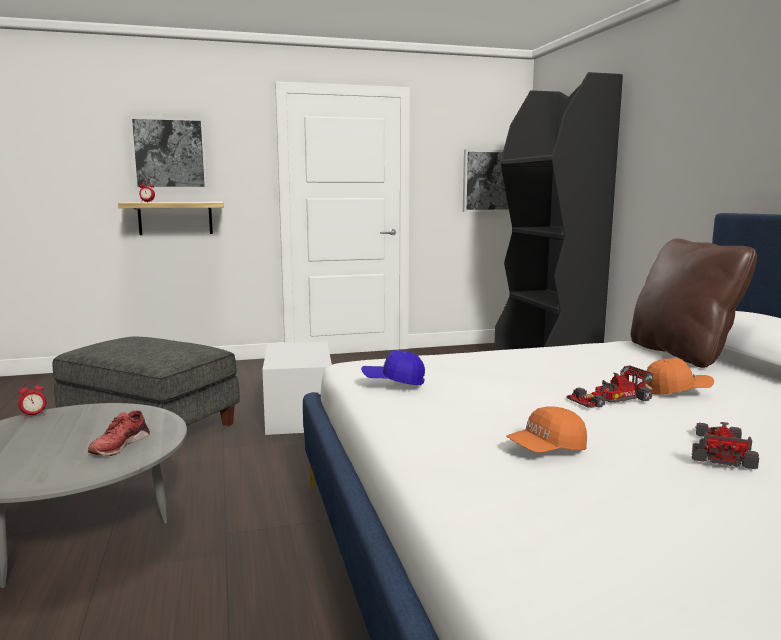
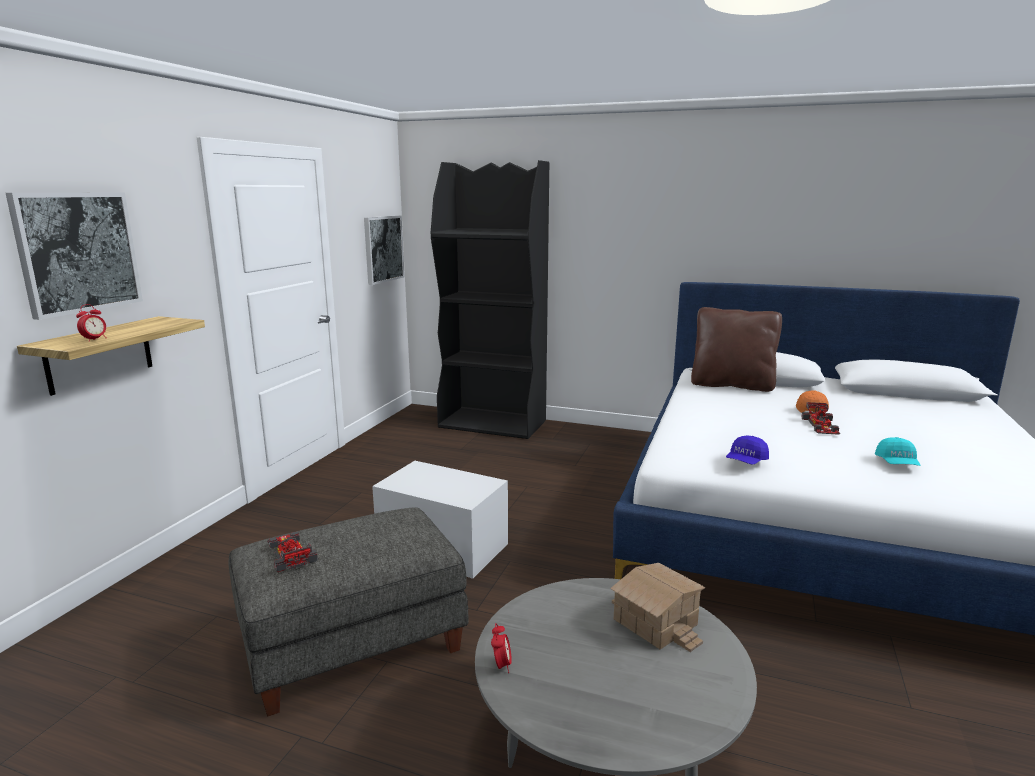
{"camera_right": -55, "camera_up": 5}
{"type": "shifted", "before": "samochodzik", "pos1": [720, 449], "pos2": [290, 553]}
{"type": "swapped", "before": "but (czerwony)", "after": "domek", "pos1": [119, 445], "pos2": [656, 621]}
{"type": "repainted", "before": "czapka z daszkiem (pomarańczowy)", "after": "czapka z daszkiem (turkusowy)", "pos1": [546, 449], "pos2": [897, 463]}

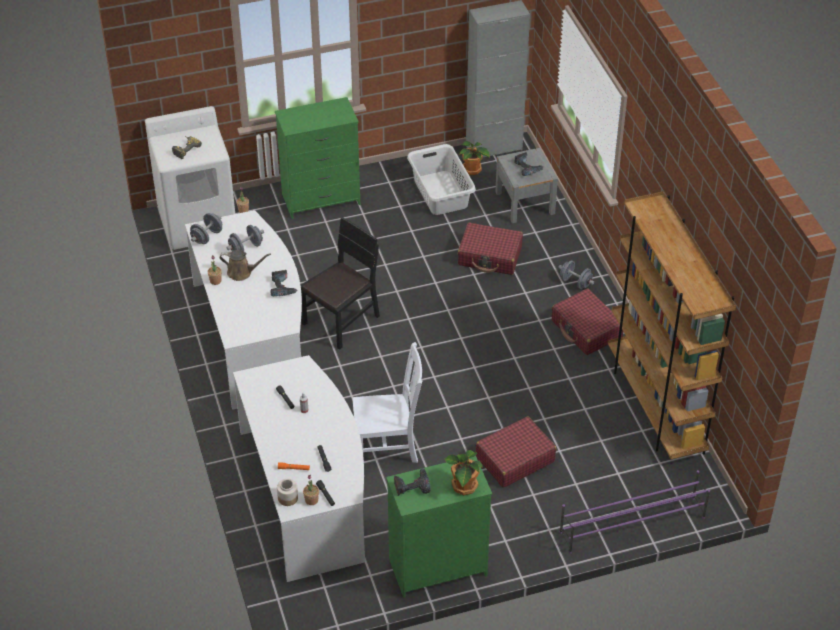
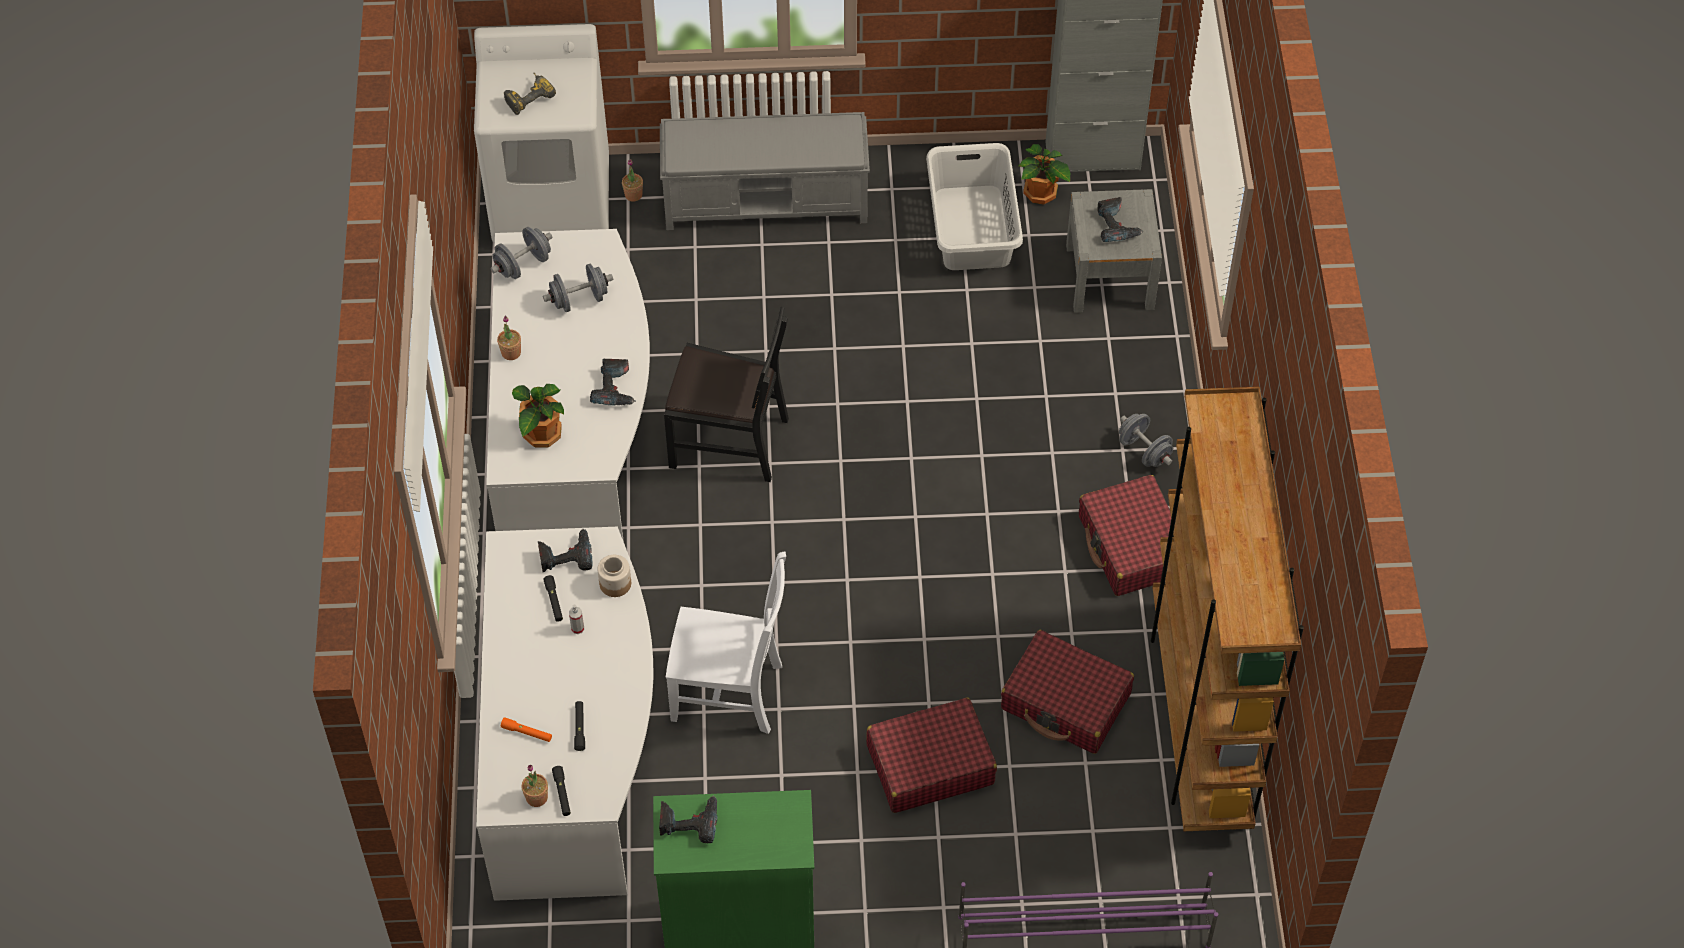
{"camera_right": 15, "camera_up": 10}
{"type": "gone", "before": "konewka (brązowy)", "pos1": [242, 273]}
{"type": "new", "after": "wiertarka", "pos2": [566, 556]}
{"type": "shifted", "before": "słoik", "pos1": [288, 498], "pos2": [616, 583]}
{"type": "shifted", "before": "roślina doniczkowa", "pos1": [463, 487], "pos2": [541, 435]}
{"type": "shifted", "before": "walizka (czerwony)", "pos1": [490, 256], "pos2": [1066, 702]}
{"type": "swapped", "before": "komoda (zielony)", "after": "ławka (szary)", "pos1": [321, 199], "pos2": [767, 200]}
{"type": "rotated", "before": "krzesło (czarny)", "pos1": [341, 321], "pos2": [728, 441], "turn": 45}

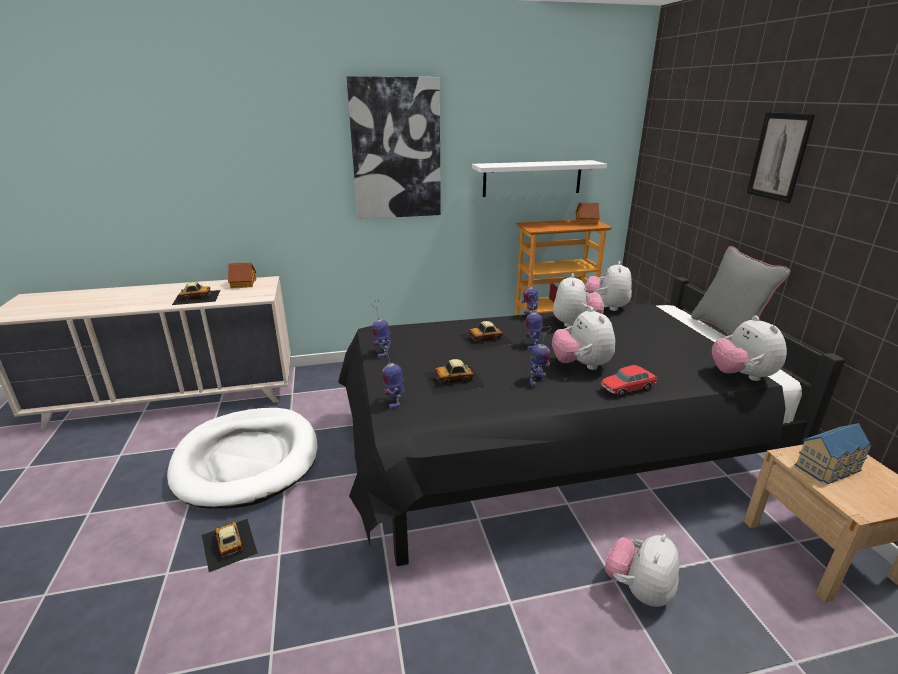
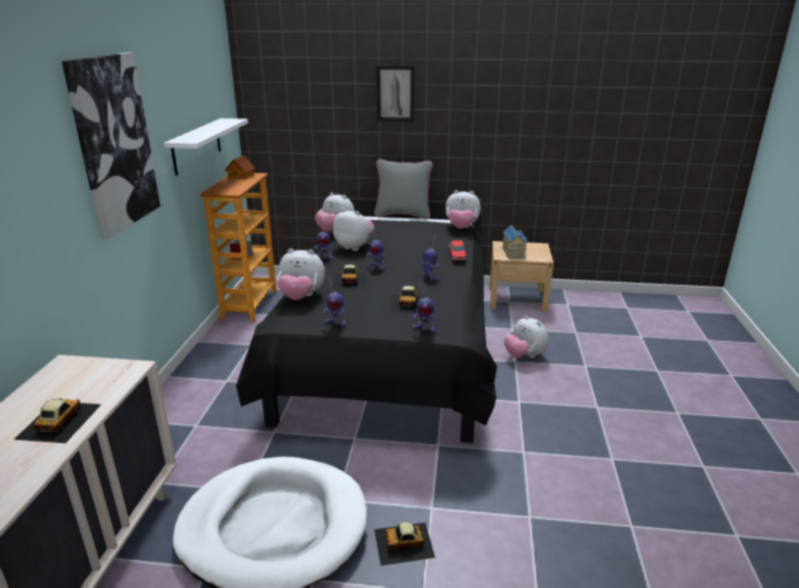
{"camera_right": -70, "camera_up": 0}
{"type": "gone", "before": "domek", "pos1": [244, 283]}
{"type": "shifted", "before": "pluszak", "pos1": [581, 365], "pos2": [301, 297]}

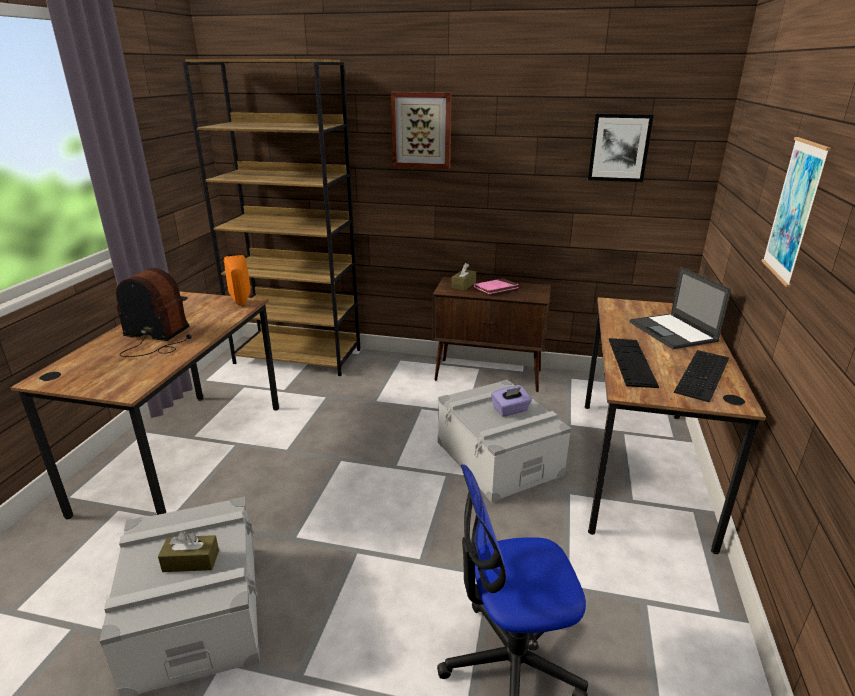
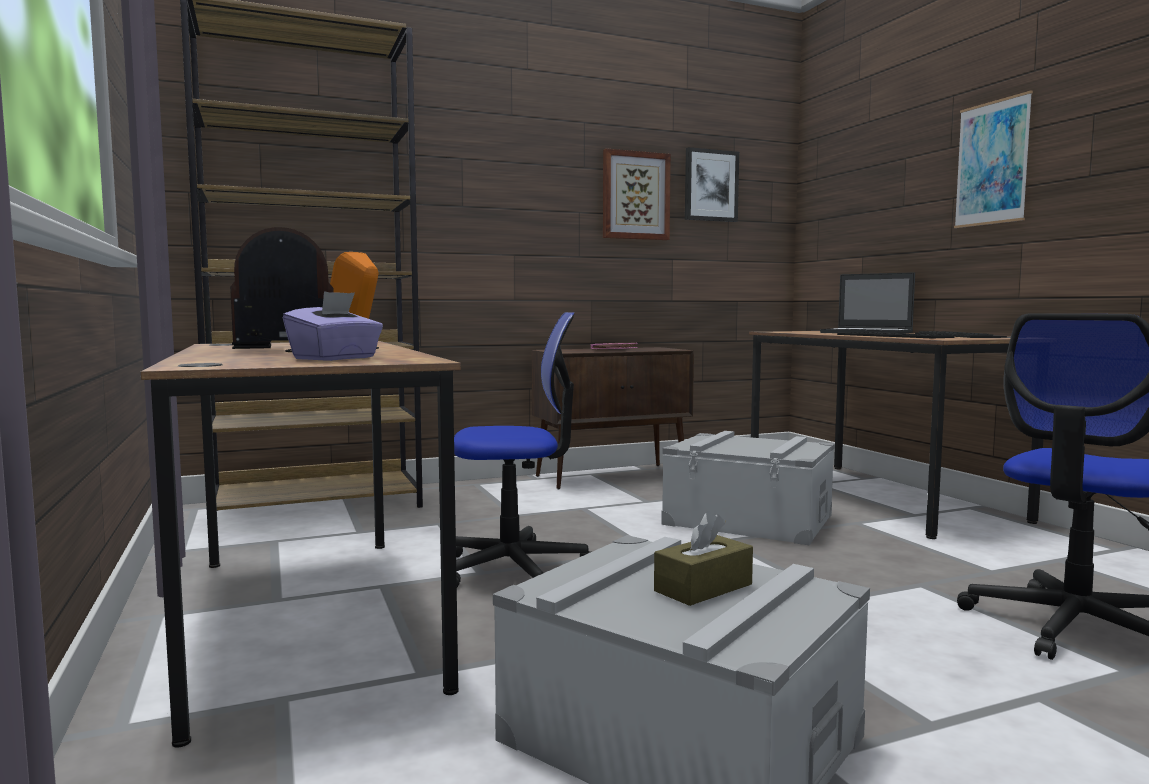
{"camera_right": -35, "camera_up": -20}
{"type": "gone", "before": "pudełko chusteczek (brązowy)", "pos1": [463, 285]}
{"type": "new", "after": "krzesło biurowe", "pos2": [514, 568]}
{"type": "shifted", "before": "obraz", "pos1": [421, 130], "pos2": [635, 196]}
{"type": "shifted", "before": "pudełko chusteczek (fioletowy)", "pos1": [510, 410], "pos2": [336, 358]}

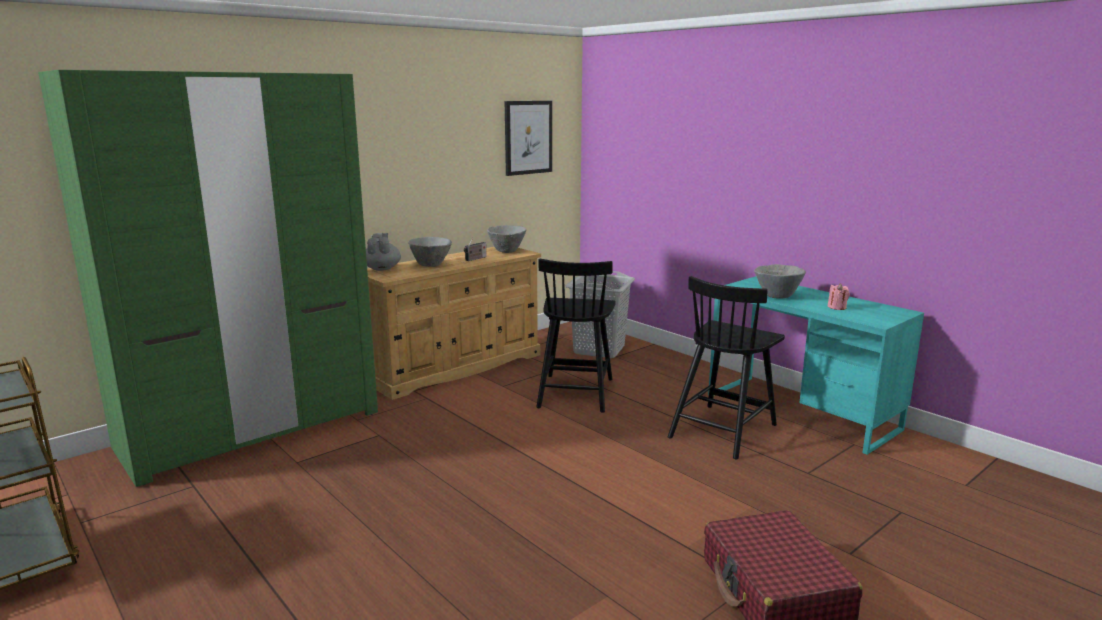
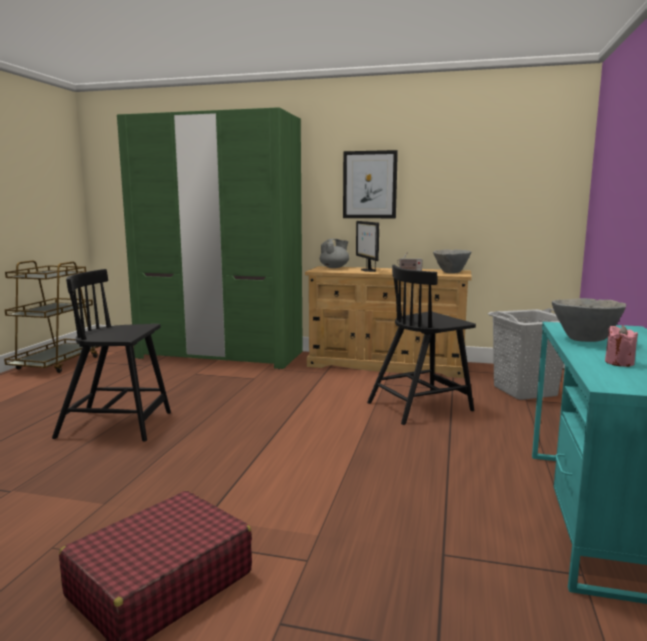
{"camera_right": 55, "camera_up": -5}
{"type": "shifted", "before": "obraz", "pos1": [528, 137], "pos2": [370, 185]}
{"type": "shifted", "before": "krzesło (czarny)", "pos1": [723, 430], "pos2": [117, 425]}
{"type": "swapped", "before": "miska (szary)", "after": "monitor", "pos1": [431, 265], "pos2": [368, 270]}

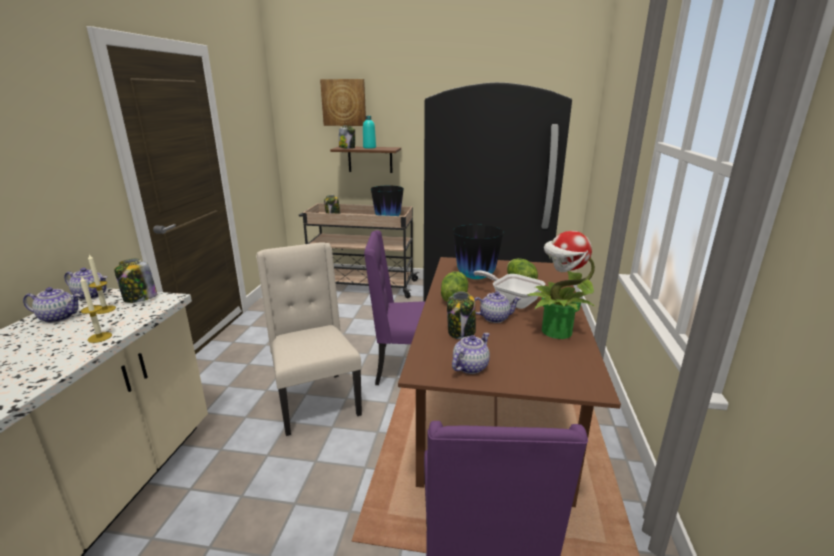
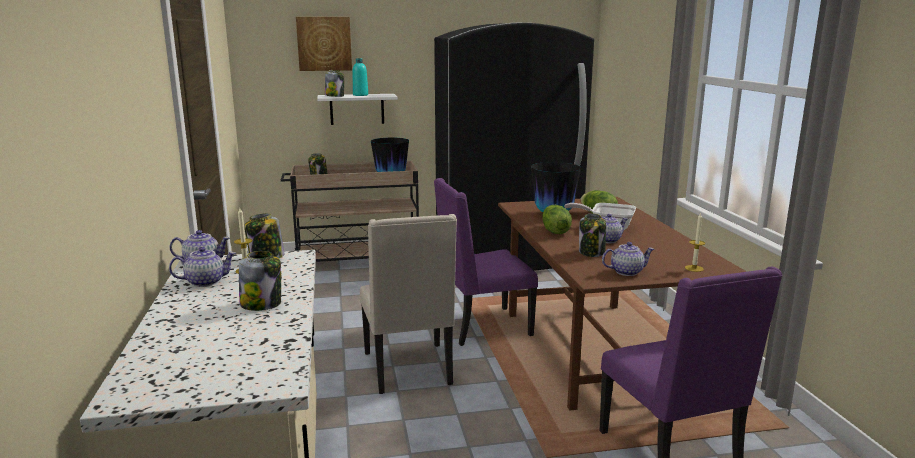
{"camera_right": -20, "camera_up": -5}
{"type": "gone", "before": "roślina doniczkowa", "pos1": [555, 332]}
{"type": "new", "after": "słoik", "pos2": [262, 304]}
{"type": "shifted", "before": "świeca", "pos1": [100, 337], "pos2": [694, 268]}
{"type": "repainted", "before": "półka (brązowy)", "after": "półka (biały)", "pos1": [370, 159], "pos2": [357, 109]}
{"type": "rotated", "before": "krzesło (beżowy)", "pos1": [315, 401], "pos2": [409, 369], "turn": -150}
{"type": "rotated", "before": "imbryk", "pos1": [470, 366], "pos2": [626, 272], "turn": 60}

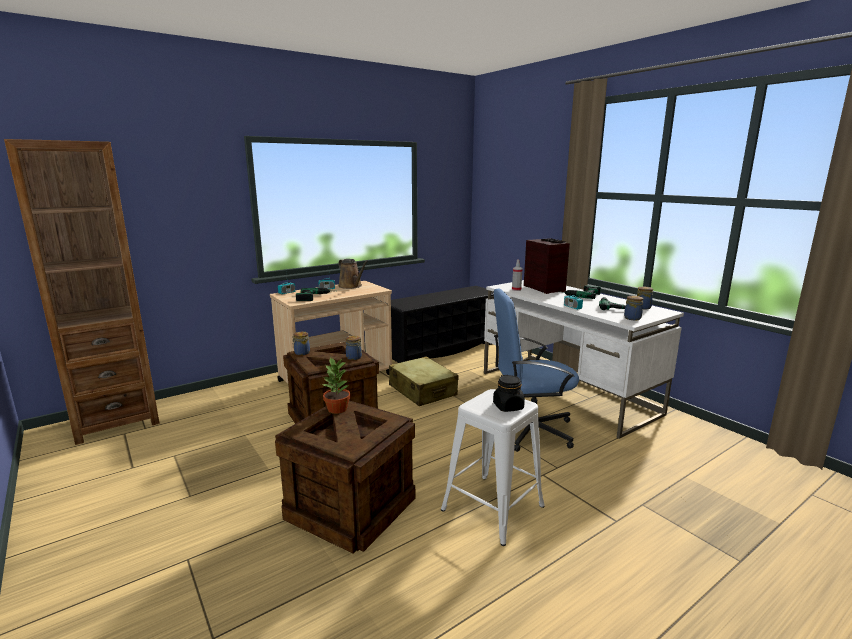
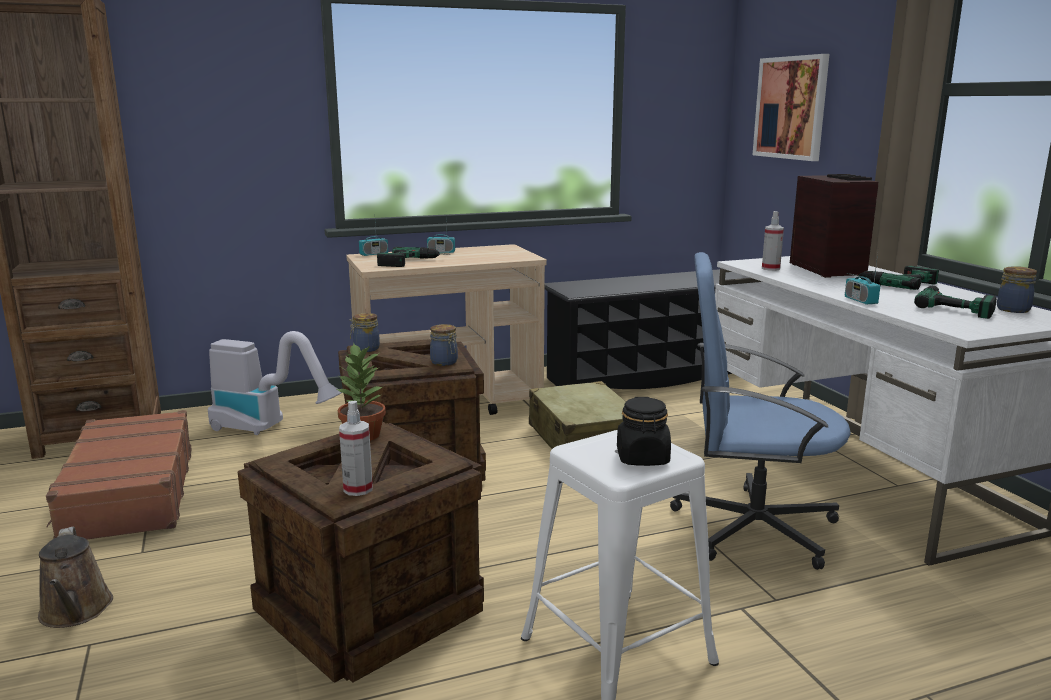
{"camera_right": 15, "camera_up": 0}
{"type": "gone", "before": "słoik", "pos1": [632, 318]}
{"type": "new", "after": "walizka (brązowy)", "pos2": [129, 493]}
{"type": "new", "after": "odkurzacz", "pos2": [269, 428]}
{"type": "new", "after": "spryskiwacz", "pos2": [358, 489]}
{"type": "new", "after": "obraz", "pos2": [791, 108]}
{"type": "shifted", "before": "konewka (brązowy)", "pos1": [351, 286], "pos2": [76, 612]}

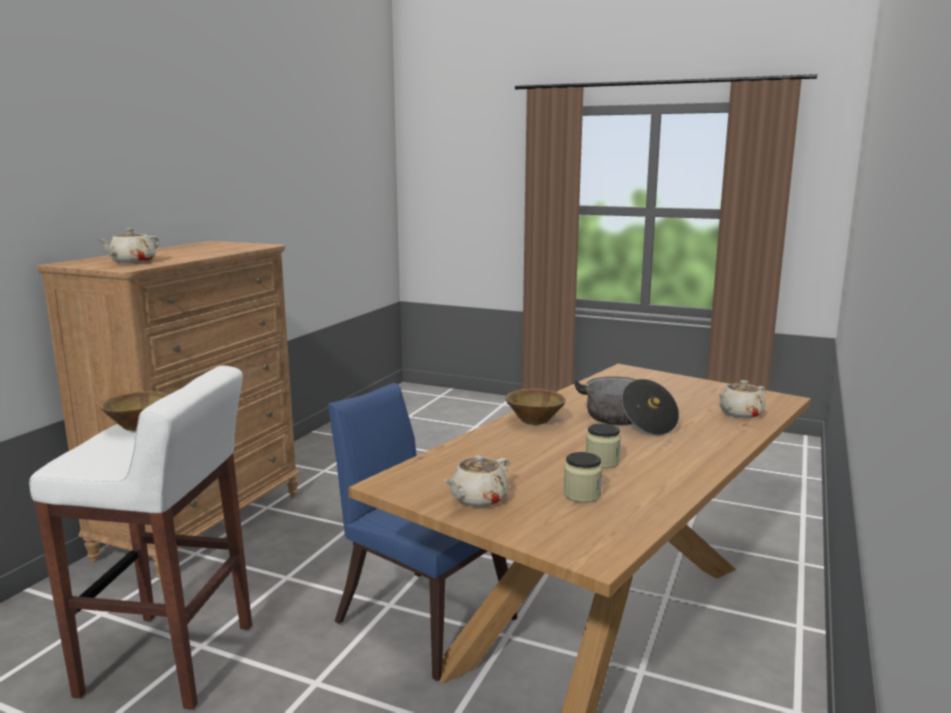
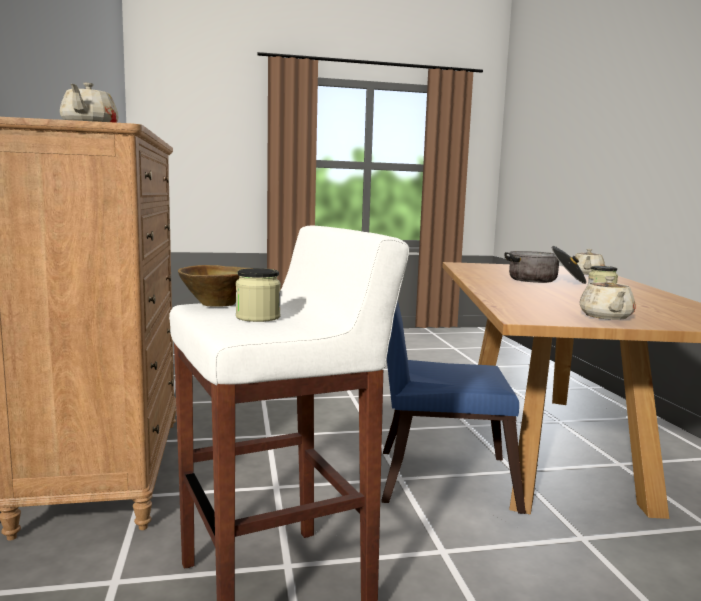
{"camera_right": -35, "camera_up": -5}
{"type": "gone", "before": "miska (brązowy)", "pos1": [534, 421]}
{"type": "shifted", "before": "słoik", "pos1": [582, 494], "pos2": [258, 317]}

